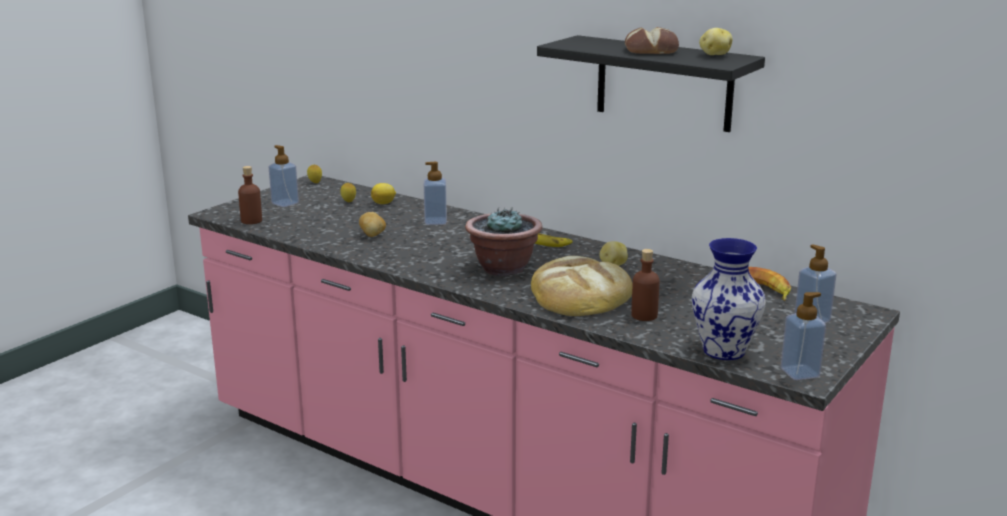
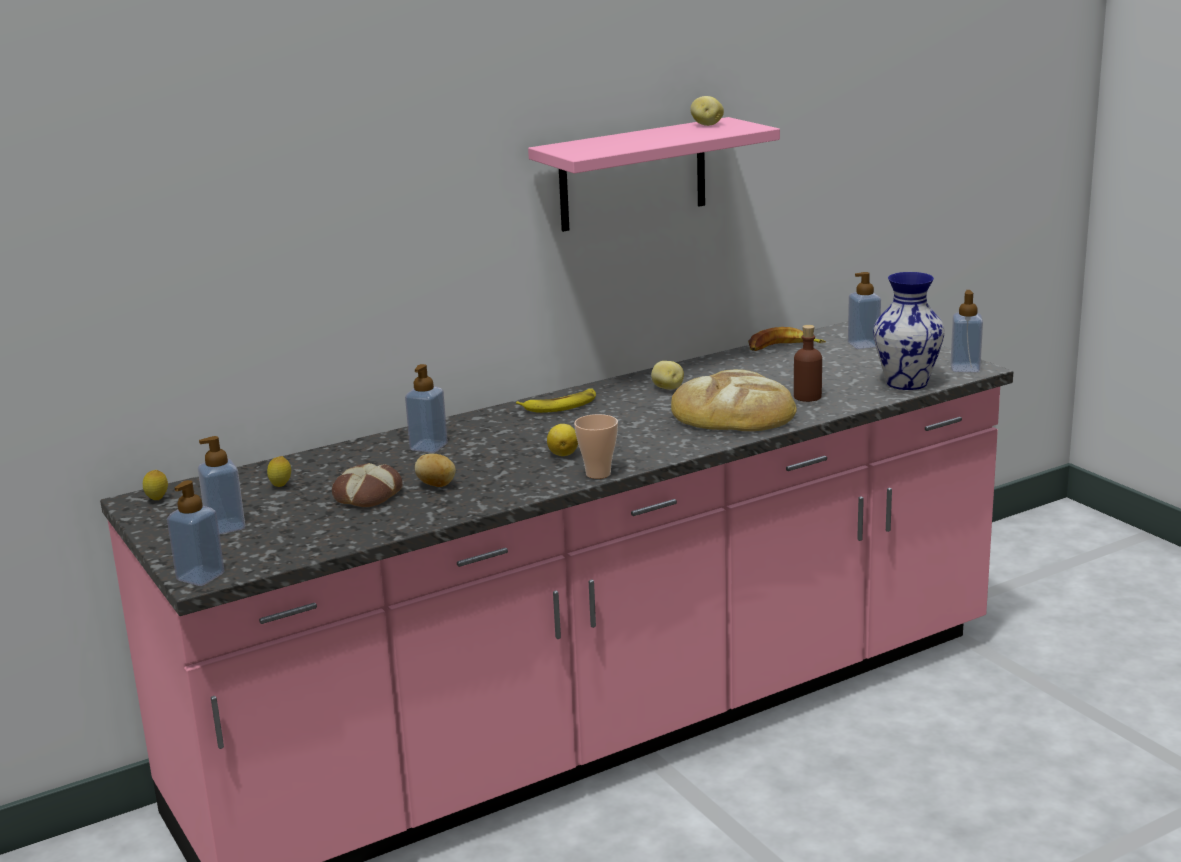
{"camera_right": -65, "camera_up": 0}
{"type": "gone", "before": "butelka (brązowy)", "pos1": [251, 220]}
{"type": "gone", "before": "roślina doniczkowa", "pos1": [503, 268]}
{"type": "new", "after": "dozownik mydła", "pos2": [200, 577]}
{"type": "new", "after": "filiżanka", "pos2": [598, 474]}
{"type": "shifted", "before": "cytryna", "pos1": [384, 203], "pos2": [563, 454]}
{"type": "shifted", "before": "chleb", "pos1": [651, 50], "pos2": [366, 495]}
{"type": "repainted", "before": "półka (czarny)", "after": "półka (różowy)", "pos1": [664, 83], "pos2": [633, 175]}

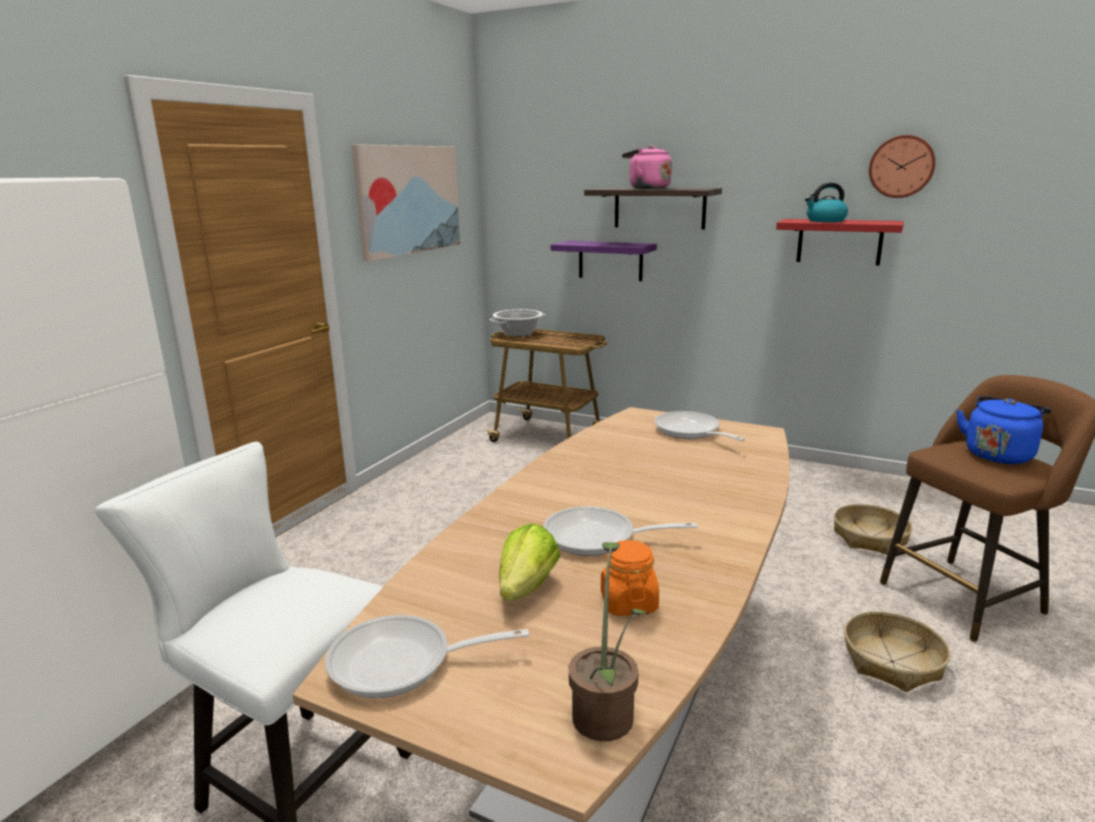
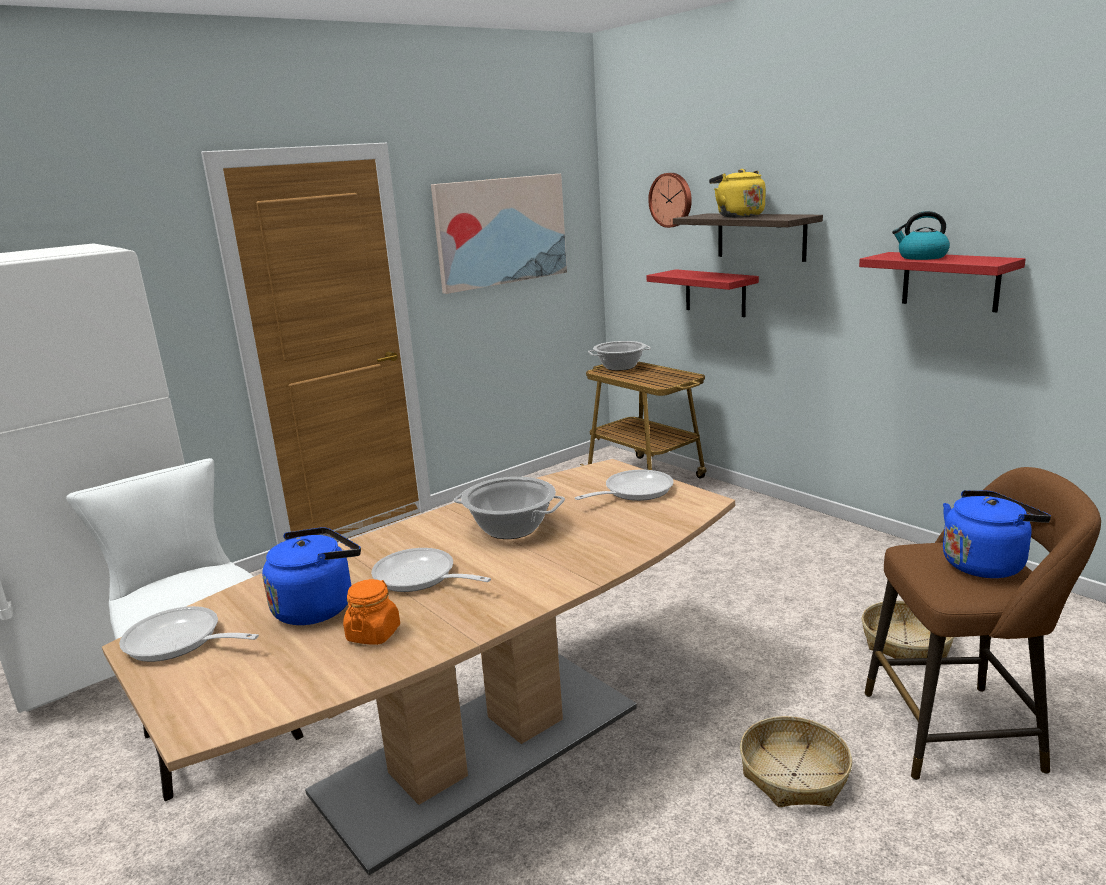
{"camera_right": 25, "camera_up": 0}
{"type": "gone", "before": "roślina doniczkowa", "pos1": [606, 711]}
{"type": "new", "after": "garnek", "pos2": [512, 528]}
{"type": "shifted", "before": "zegar ścienny", "pos1": [901, 166], "pos2": [671, 200]}
{"type": "swapped", "before": "sałata", "after": "czajnik (niebieski)", "pos1": [526, 588], "pos2": [318, 607]}
{"type": "repainted", "before": "półka (fioletowy)", "after": "półka (czerwony)", "pos1": [610, 260], "pos2": [715, 293]}
{"type": "repainted", "before": "czajnik (różowy)", "after": "czajnik (żółty)", "pos1": [646, 188], "pos2": [738, 216]}
{"type": "rotated", "before": "patelnia", "pos1": [690, 432], "pos2": [633, 491], "turn": 60}

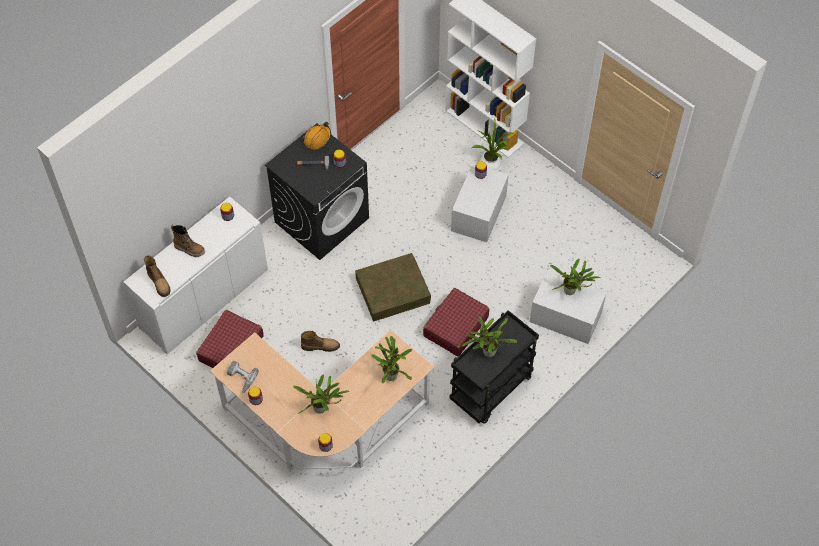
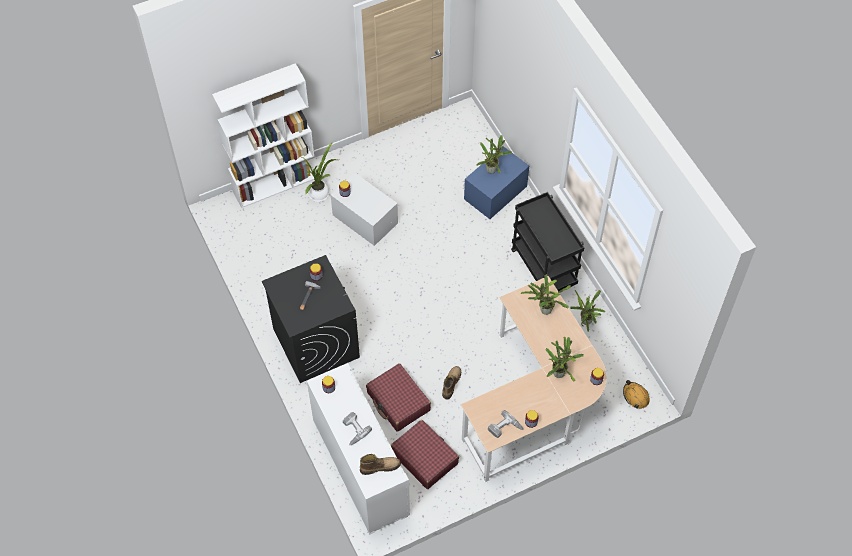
{"camera_right": -70, "camera_up": 0}
{"type": "gone", "before": "pojemnik do przechowywania (brązowy)", "pos1": [392, 290]}
{"type": "shifted", "before": "kask (pomarańczowy)", "pos1": [317, 138], "pos2": [635, 396]}
{"type": "shifted", "before": "walizka (czerwony)", "pos1": [455, 327], "pos2": [398, 402]}
{"type": "shifted", "before": "roślina doniczkowa", "pos1": [487, 352], "pos2": [585, 322]}
{"type": "swapped", "before": "but z cholewką", "after": "wiertarka", "pos1": [189, 249], "pos2": [353, 430]}
{"type": "repainted", "before": "pojemnik do przechowywania (biały)", "after": "pojemnik do przechowywania (niebieski)", "pos1": [565, 317], "pos2": [495, 192]}

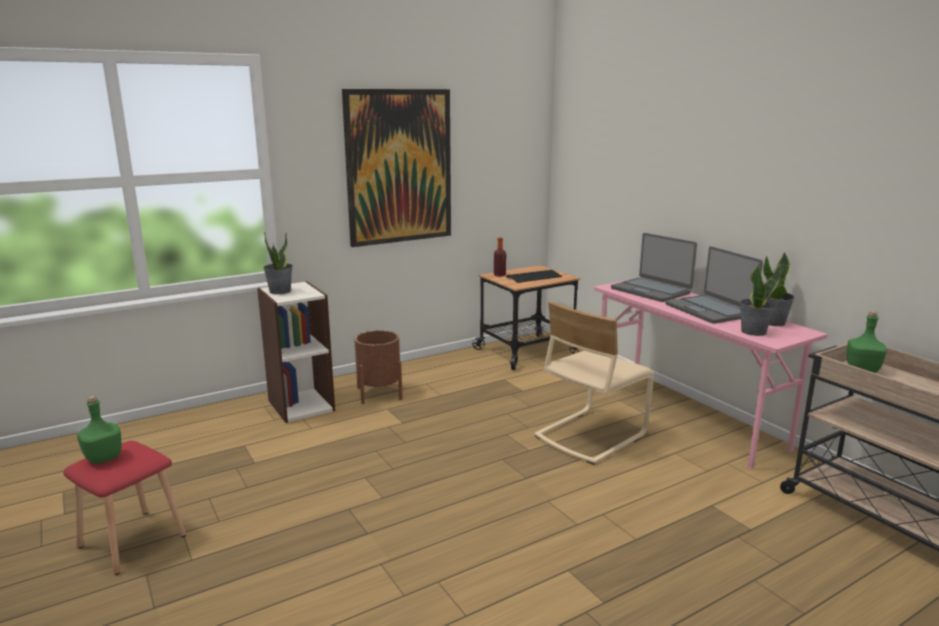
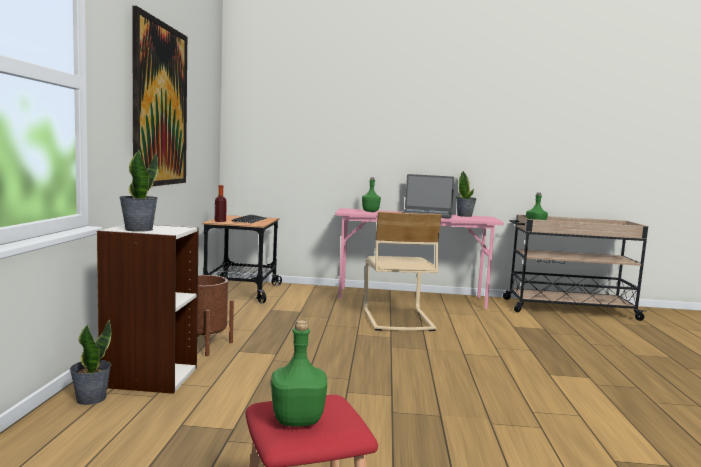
{"camera_right": -55, "camera_up": -10}
{"type": "shifted", "before": "roślina doniczkowa", "pos1": [753, 331], "pos2": [90, 398]}
{"type": "swapped", "before": "laptop", "after": "butelka (zielony)", "pos1": [651, 291], "pos2": [370, 211]}

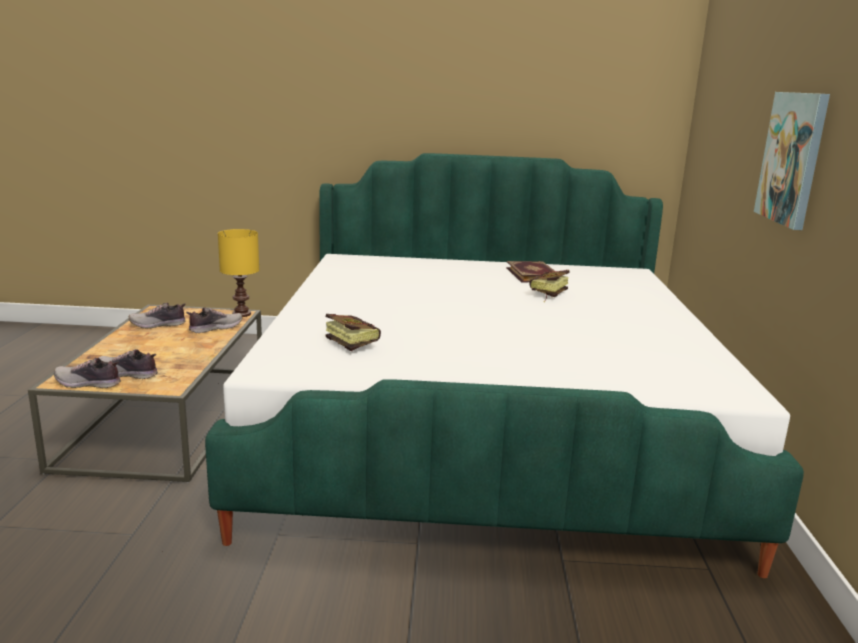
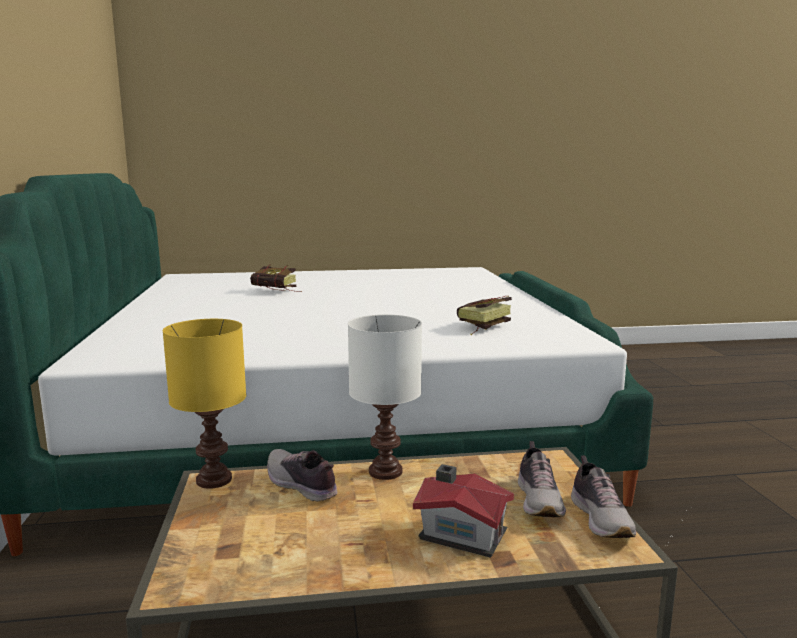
{"camera_right": -100, "camera_up": -5}
{"type": "gone", "before": "but", "pos1": [158, 325]}
{"type": "gone", "before": "książka", "pos1": [533, 274]}
{"type": "gone", "before": "obraz", "pos1": [792, 158]}
{"type": "new", "after": "lampa stołowa (biały)", "pos2": [387, 472]}
{"type": "new", "after": "domek", "pos2": [462, 533]}

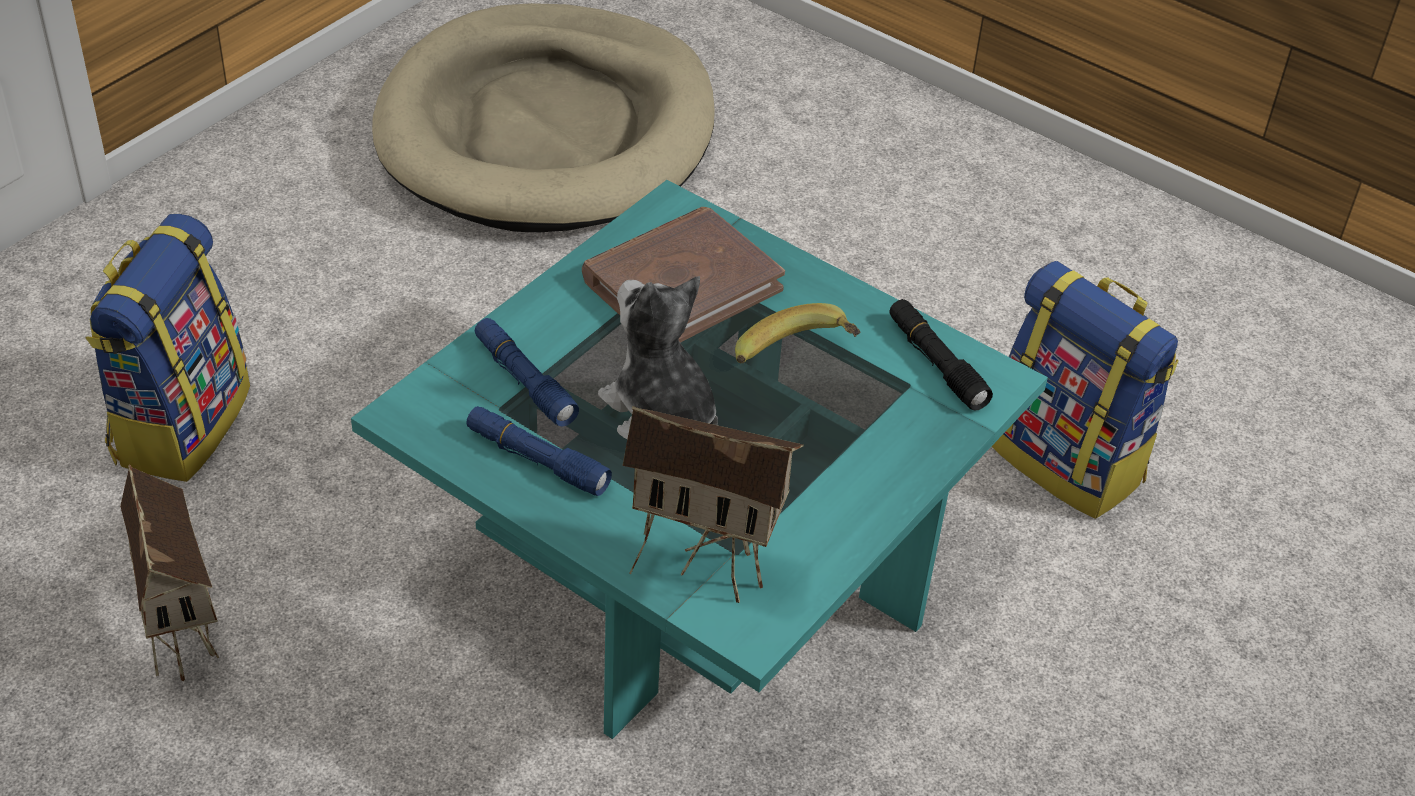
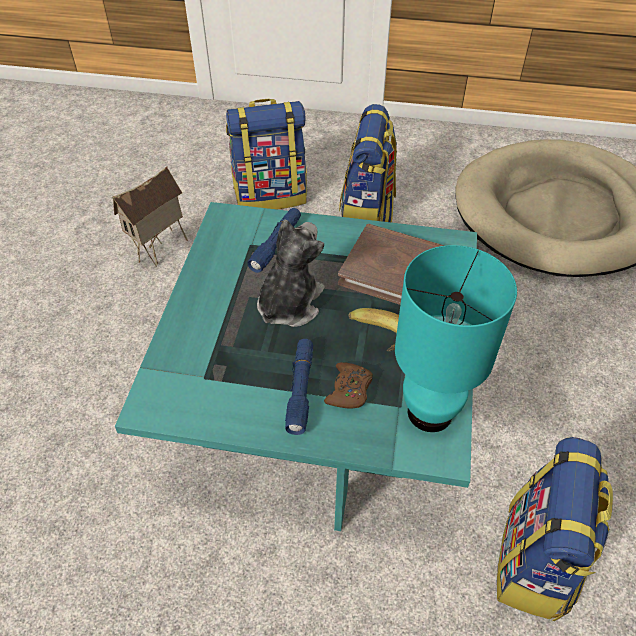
{"camera_right": 65, "camera_up": 5}
{"type": "gone", "before": "domek", "pos1": [705, 562]}
{"type": "new", "after": "pad do gier (brązowy)", "pos2": [349, 390]}
{"type": "new", "after": "plecak", "pos2": [367, 214]}
{"type": "shifted", "before": "latarka (niebieski)", "pos1": [537, 460], "pos2": [300, 389]}
{"type": "swapped", "before": "latarka (czarny)", "after": "lampa stołowa (turkusowy)", "pos1": [936, 363], "pos2": [431, 412]}

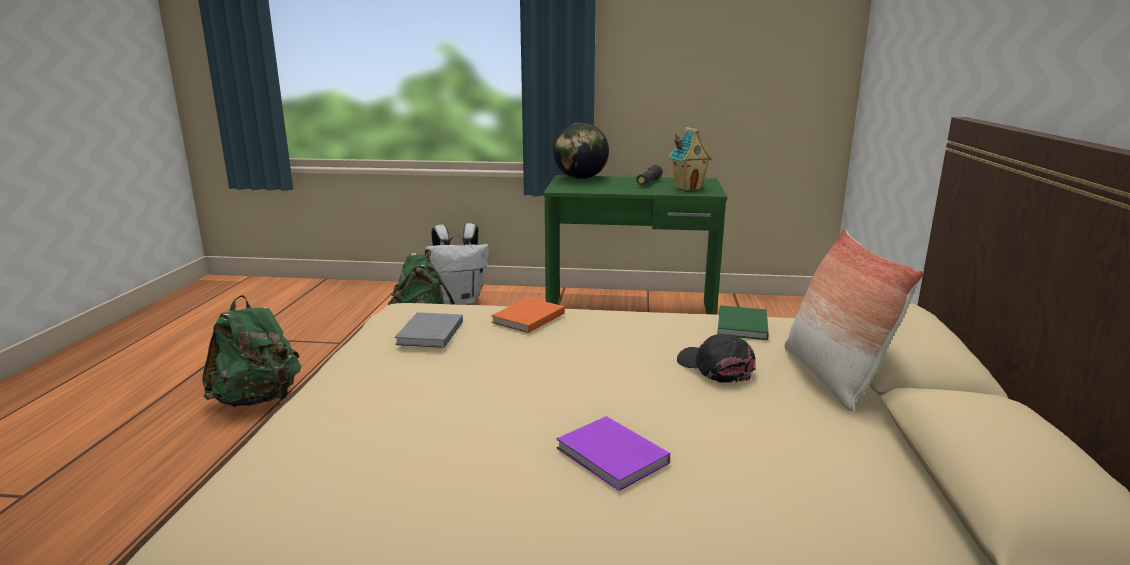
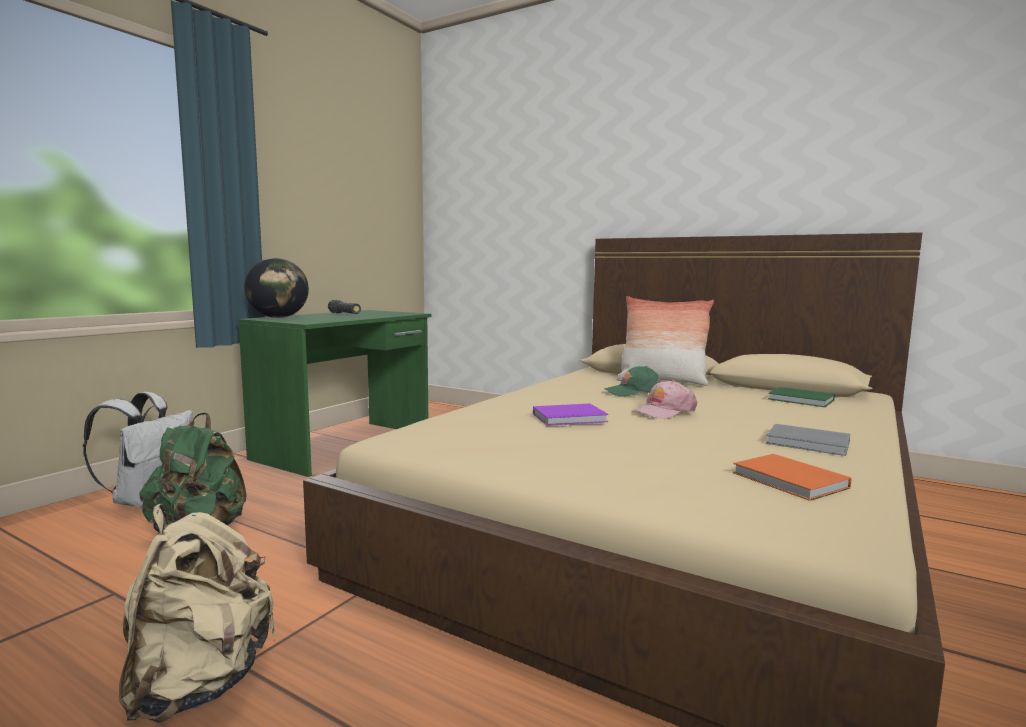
{"camera_right": -65, "camera_up": -10}
{"type": "gone", "before": "domek", "pos1": [688, 188]}
{"type": "new", "after": "czapka z daszkiem (różowy)", "pos2": [663, 412]}
{"type": "shifted", "before": "książka (szary)", "pos1": [428, 333], "pos2": [810, 443]}
{"type": "shifted", "before": "książka (pomarańczowy)", "pos1": [526, 318], "pos2": [791, 481]}
{"type": "shifted", "before": "książka (fioletowy)", "pos1": [612, 457], "pos2": [571, 418]}
{"type": "shifted", "before": "książka (zielony)", "pos1": [741, 326], "pos2": [802, 400]}
{"type": "repainted", "before": "plecak (zielony)", "after": "plecak (beżowy)", "pos1": [258, 399], "pos2": [200, 683]}
{"type": "repainted", "before": "czapka z daszkiem (czarny)", "after": "czapka z daszkiem (zielony)", "pos1": [715, 367], "pos2": [634, 392]}

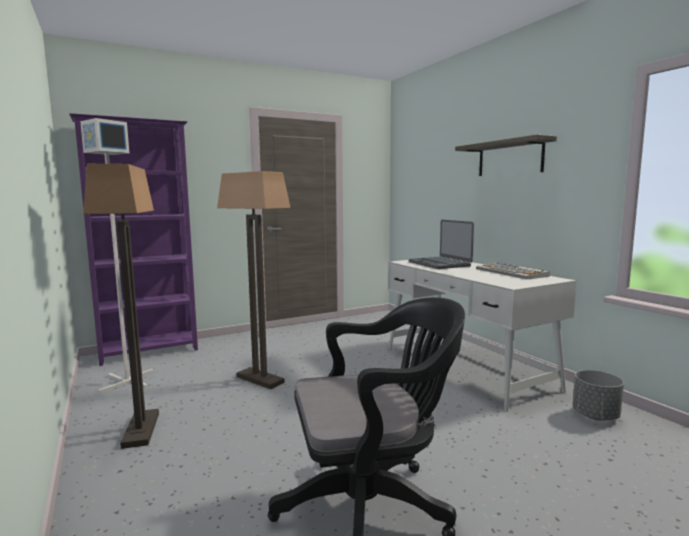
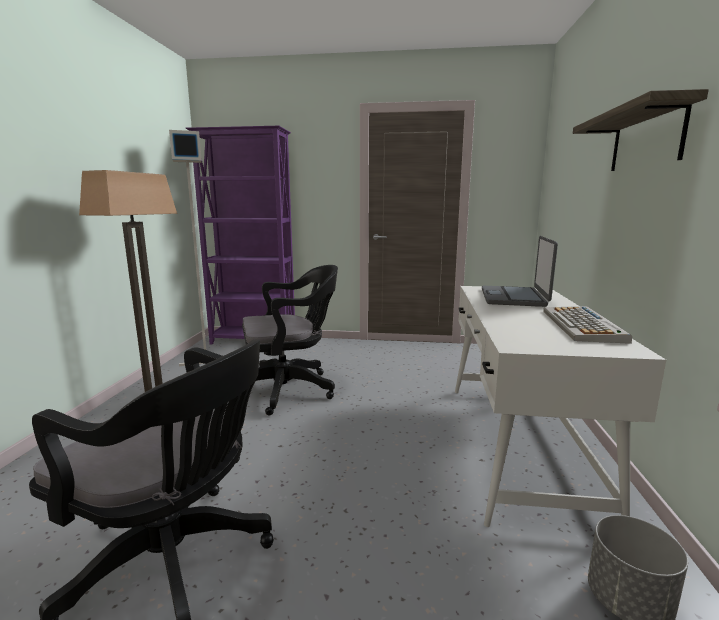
{"camera_right": 35, "camera_up": 5}
{"type": "swapped", "before": "lampa stojąca", "after": "krzesło biurowe (czarny)", "pos1": [260, 379], "pos2": [290, 389]}

